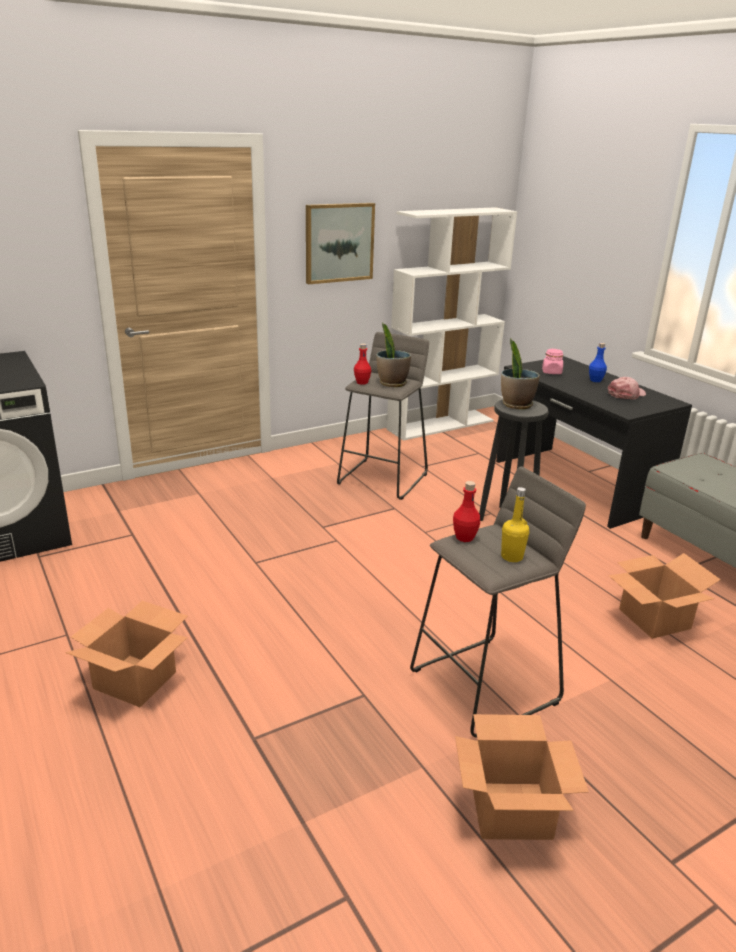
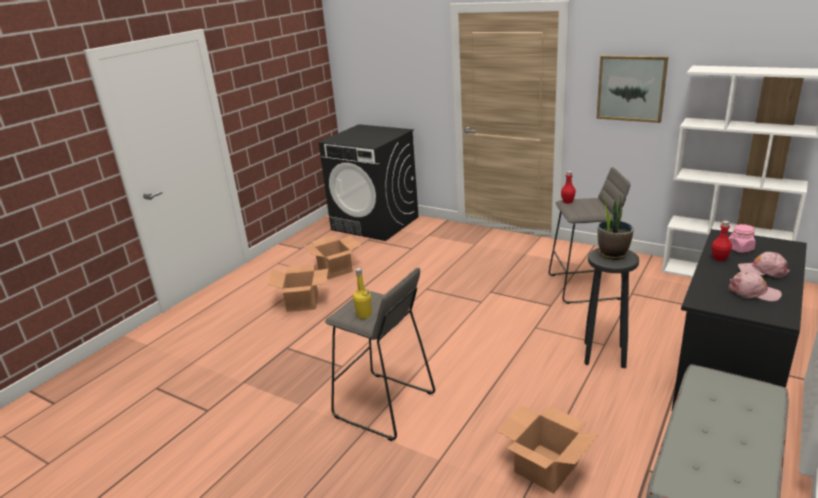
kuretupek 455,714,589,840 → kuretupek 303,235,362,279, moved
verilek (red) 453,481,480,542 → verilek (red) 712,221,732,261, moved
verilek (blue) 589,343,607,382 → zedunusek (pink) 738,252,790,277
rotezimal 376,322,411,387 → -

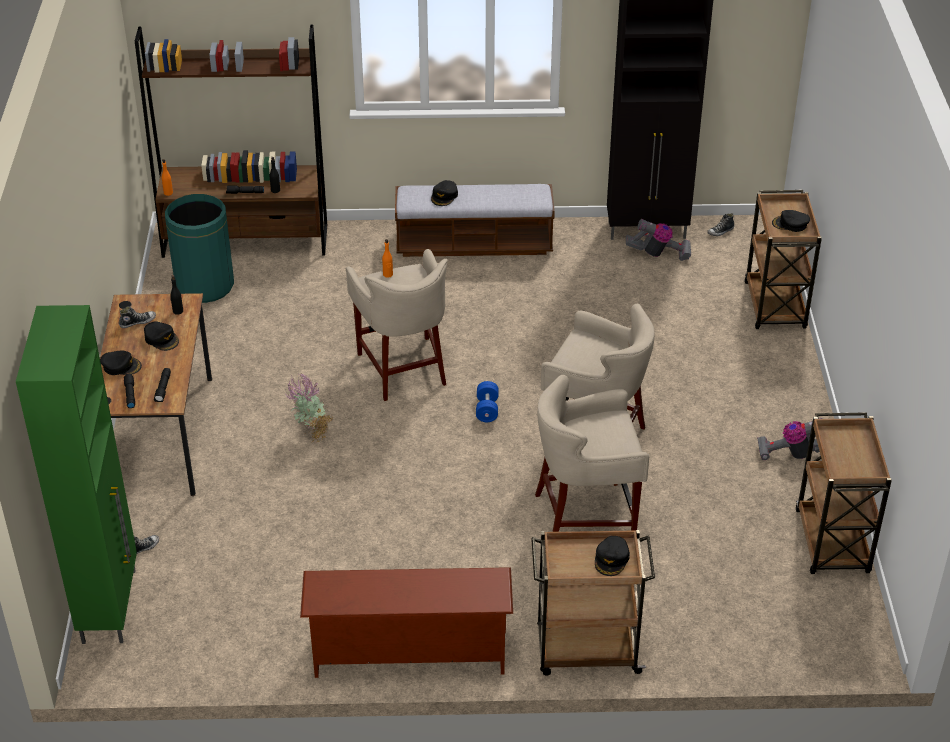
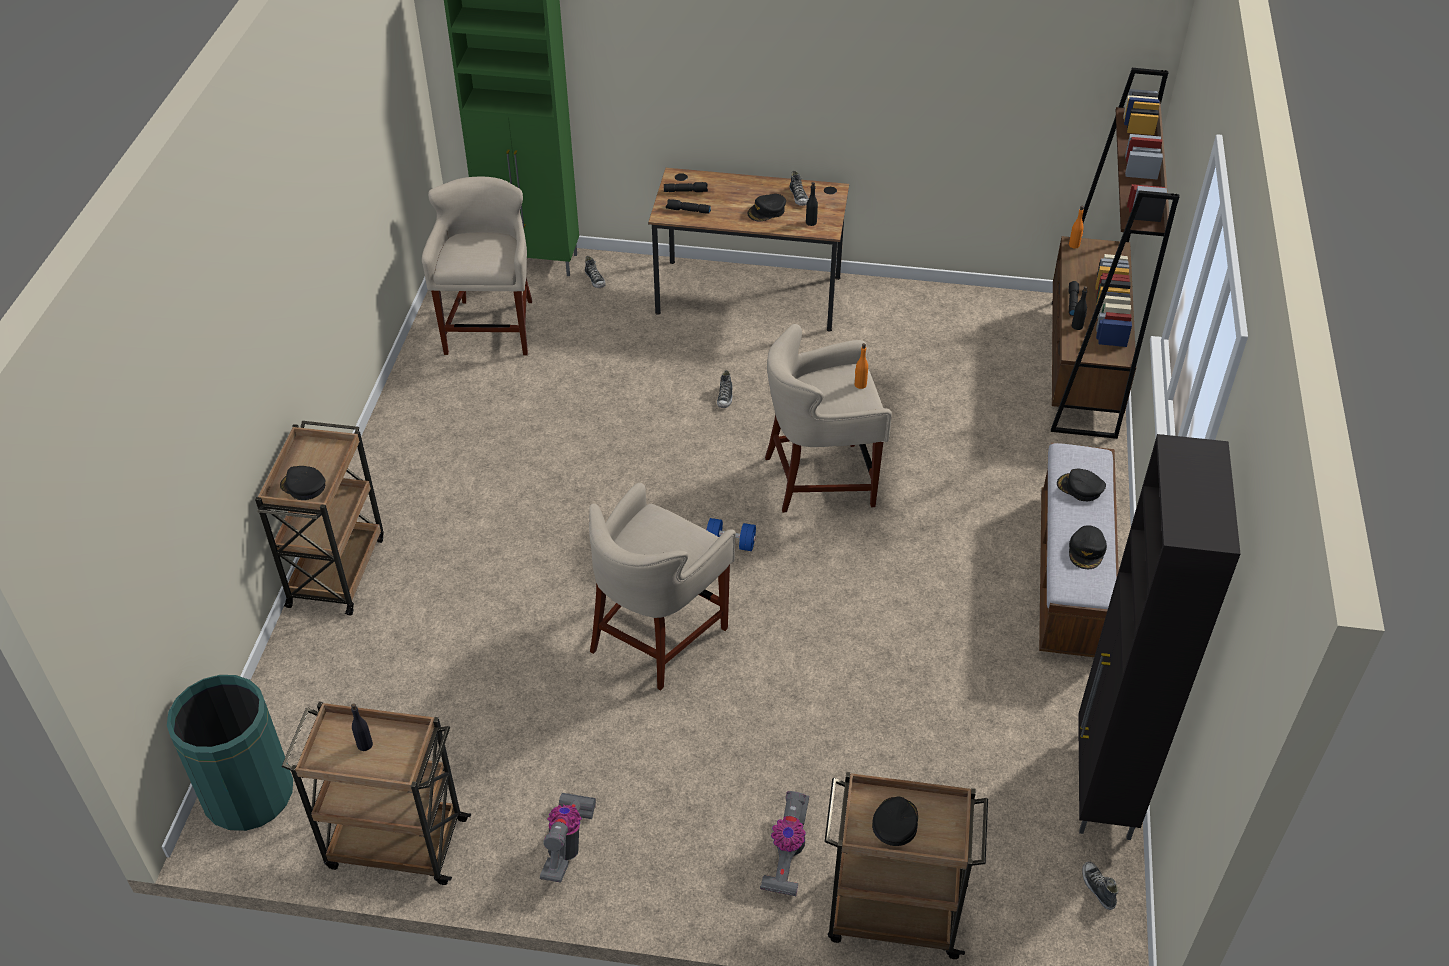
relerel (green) 165,194,234,303 → relerel (green) 167,675,293,831, moved
- → verilek (black) 351,703,373,751
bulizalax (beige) 535,375,649,532 → bulizalax (beige) 422,177,532,356, moved
rotezimal 284,374,333,442 → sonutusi 717,370,733,408
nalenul 626,219,691,261 → nalenul 760,791,809,896, moved
zedunusek (black) 100,350,142,375 → zedunusek (black) 1069,525,1107,569, moved
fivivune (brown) 300,567,513,678 → -

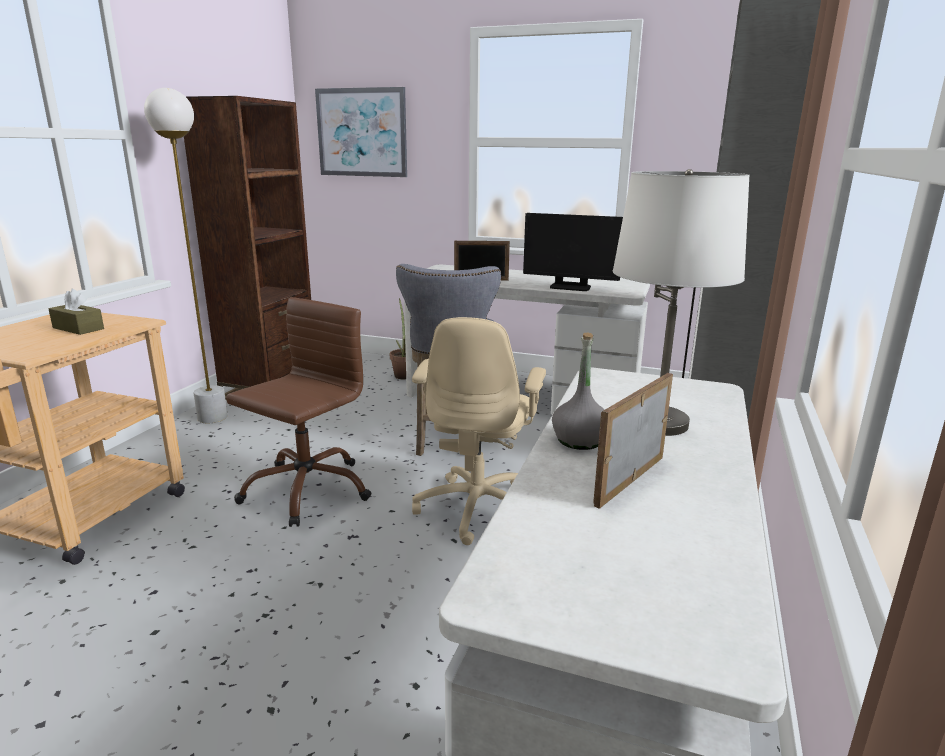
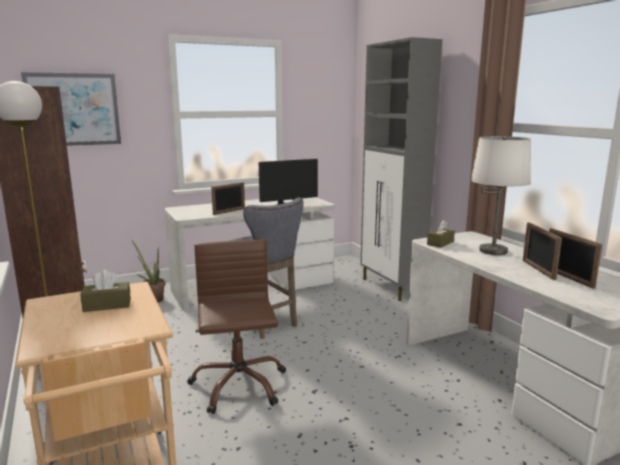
- → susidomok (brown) 427,220,455,248
- → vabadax 549,228,602,289
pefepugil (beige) 412,317,546,545 → -
verilek (grey) 552,332,605,450 → -

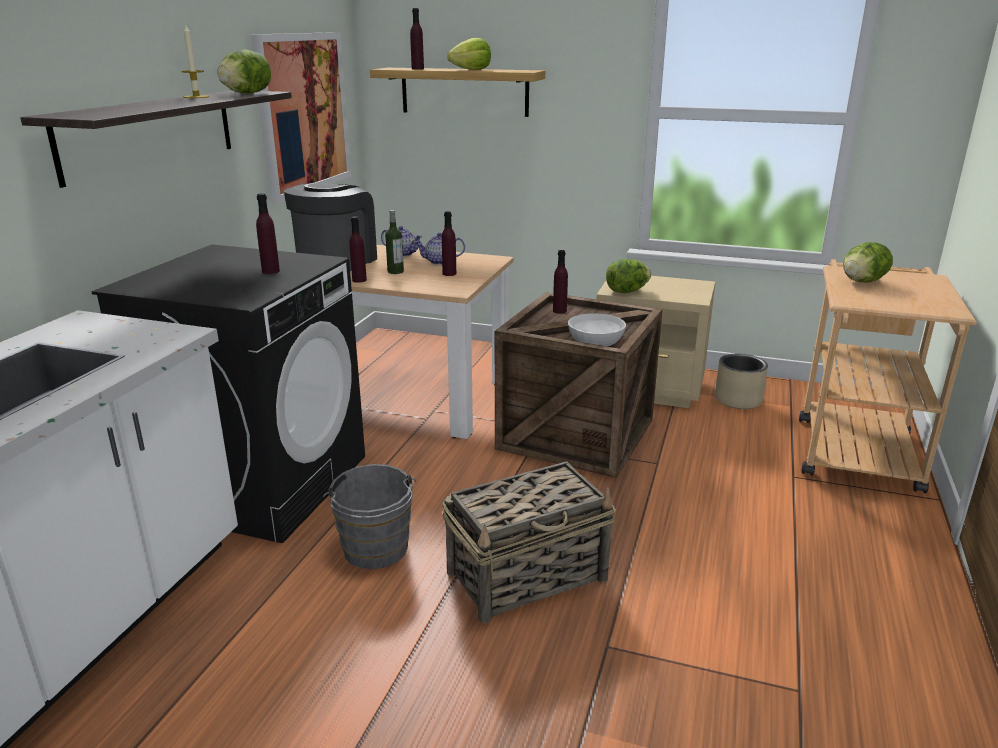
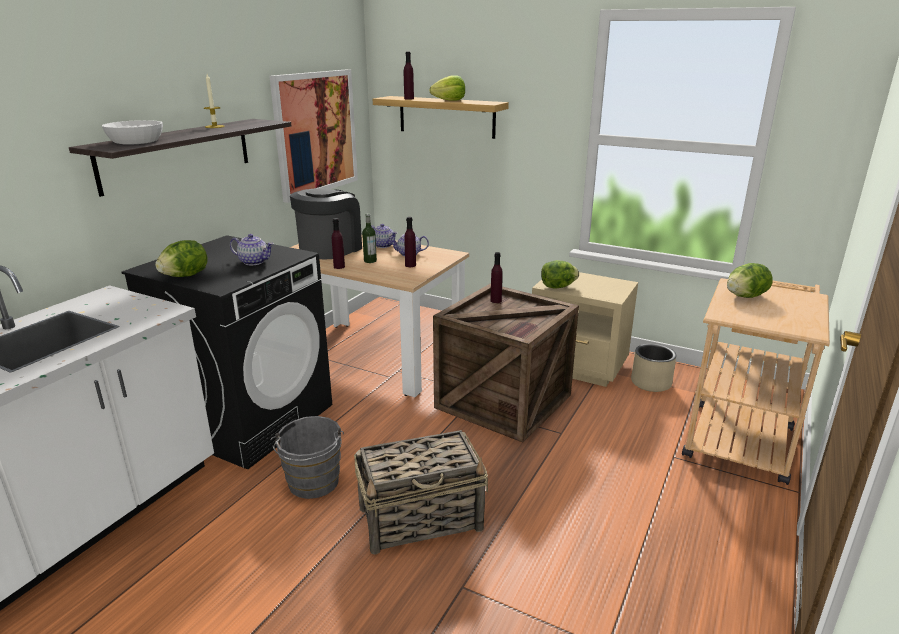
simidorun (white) 568,313,626,346 → simidorun (white) 102,120,163,145, moved
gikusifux 217,50,271,94 → gikusifux 155,240,208,277, moved
verilek (purple) 256,193,280,274 → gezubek 230,234,274,265

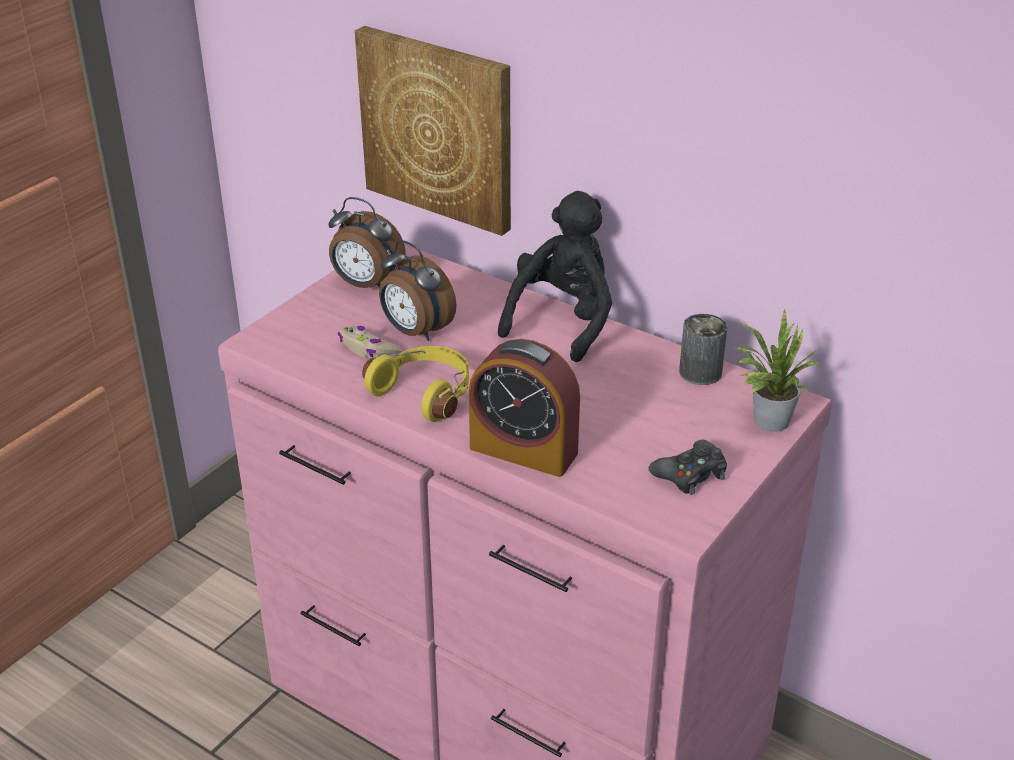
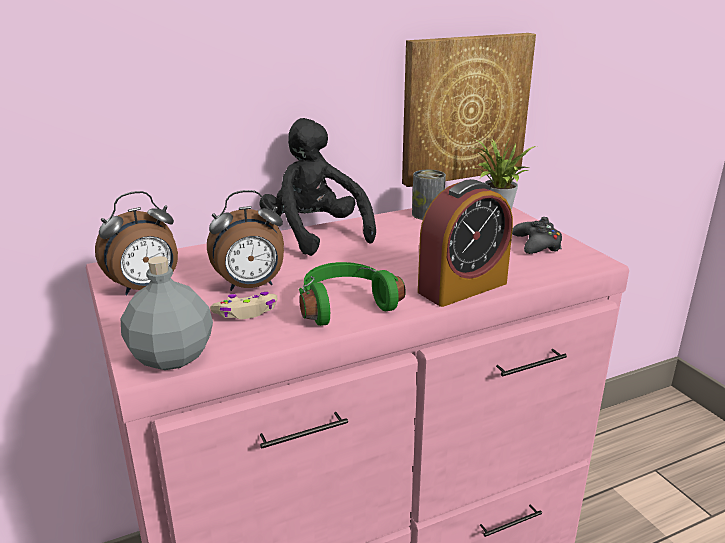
- → verilek (grey) 121,256,213,370
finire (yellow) 362,346,469,422 → finire (green) 299,262,406,326
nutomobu 355,26,511,236 → nutomobu 402,33,536,187, moved

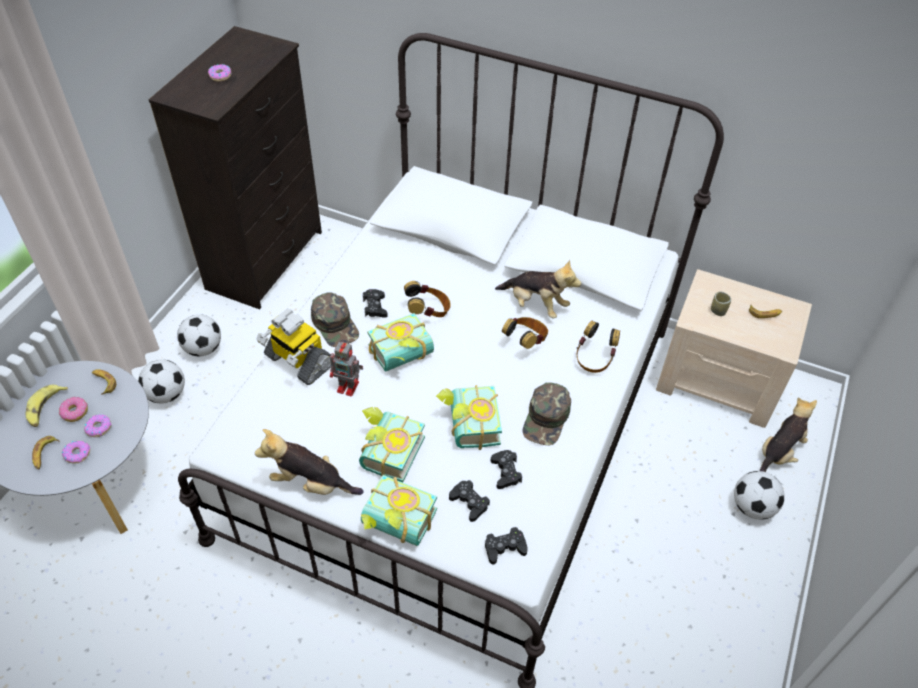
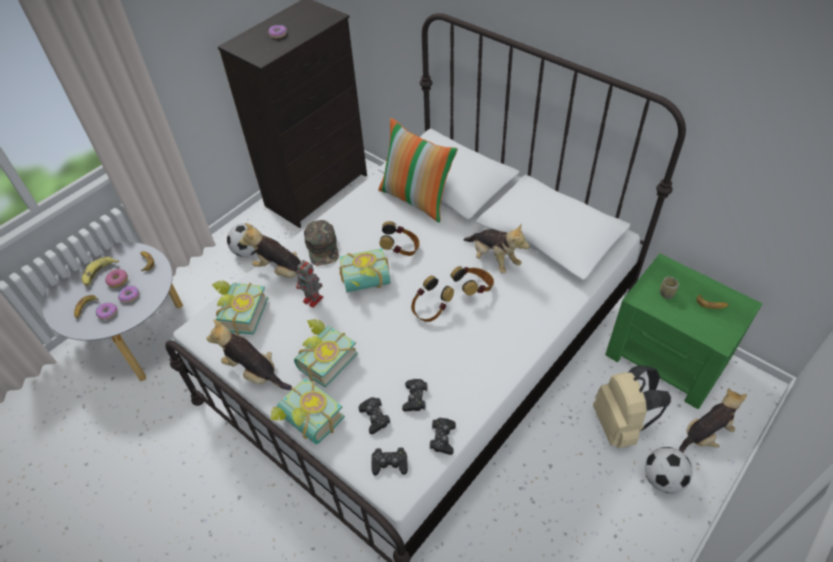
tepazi 436,385,502,450 → tepazi 212,280,268,335, moved
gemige 256,309,331,385 → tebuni 239,223,319,281
- → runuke 378,118,458,223
finire 577,320,620,373 → finire 411,275,454,322, moved
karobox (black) 363,289,388,318 → karobox (black) 430,418,456,455, moved
- → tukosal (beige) 593,365,671,448
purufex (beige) 656,269,812,428 → purufex (green) 605,254,762,409
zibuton 138,359,185,403 → -
zedunusek (green) 523,382,571,445 → -

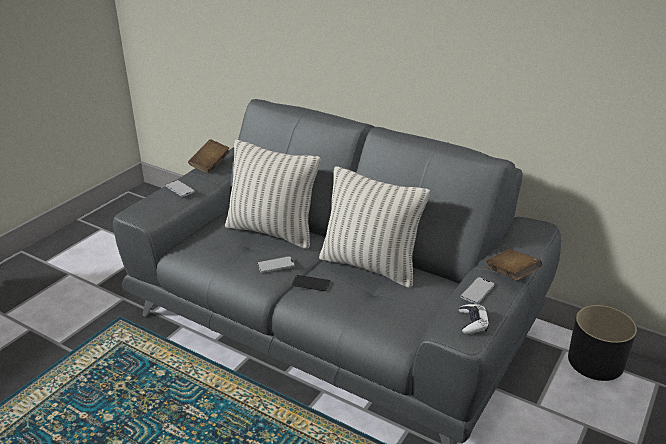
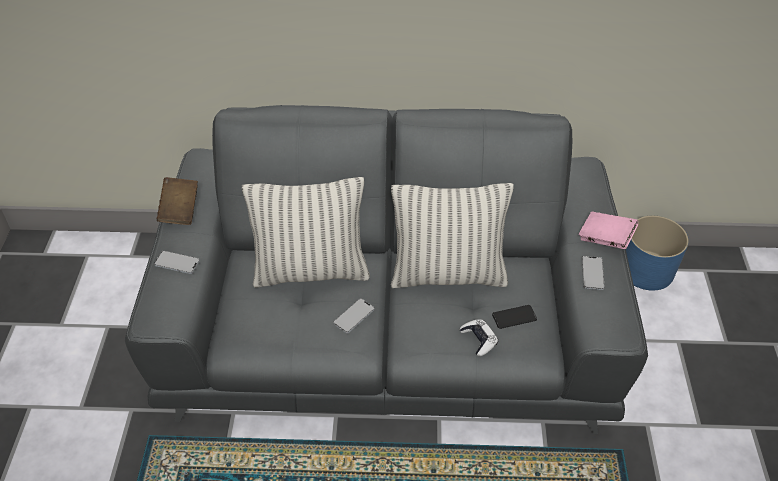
karobox (white) 459,304,489,334 → karobox (white) 460,319,498,356, moved
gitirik 292,275,331,291 → gitirik 492,305,537,329, moved
tepazi (brown) 486,249,542,280 → tepazi (pink) 579,211,638,249
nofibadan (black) 568,305,637,381 → nofibadan (blue) 626,216,689,290

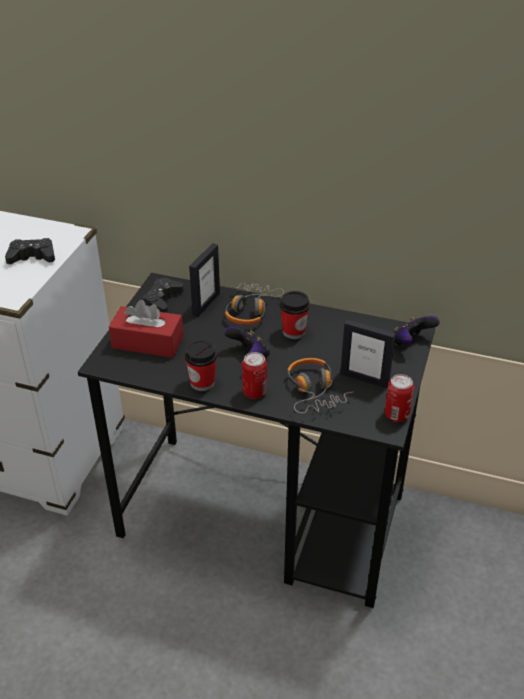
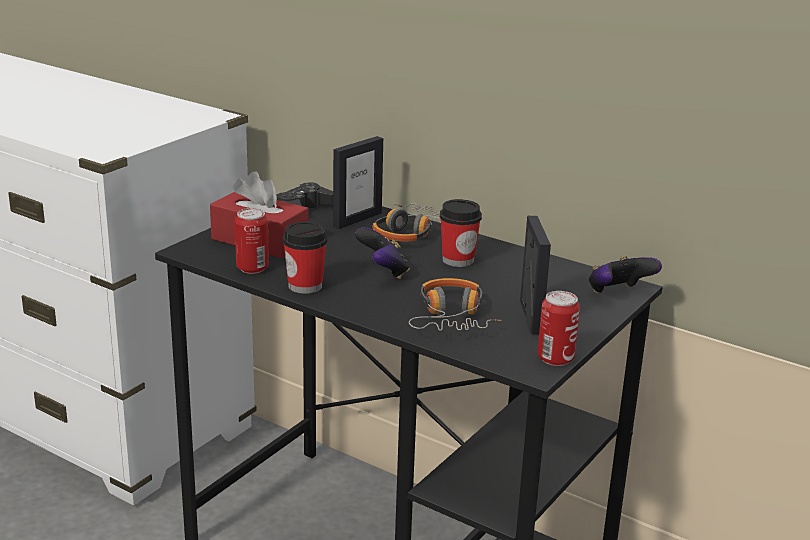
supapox 242,352,267,399 → supapox 235,208,269,274, moved
vabadax 340,319,396,388 → vabadax 520,216,551,334, 135 degrees counterclockwise
karobox (black) 5,238,55,264 → -

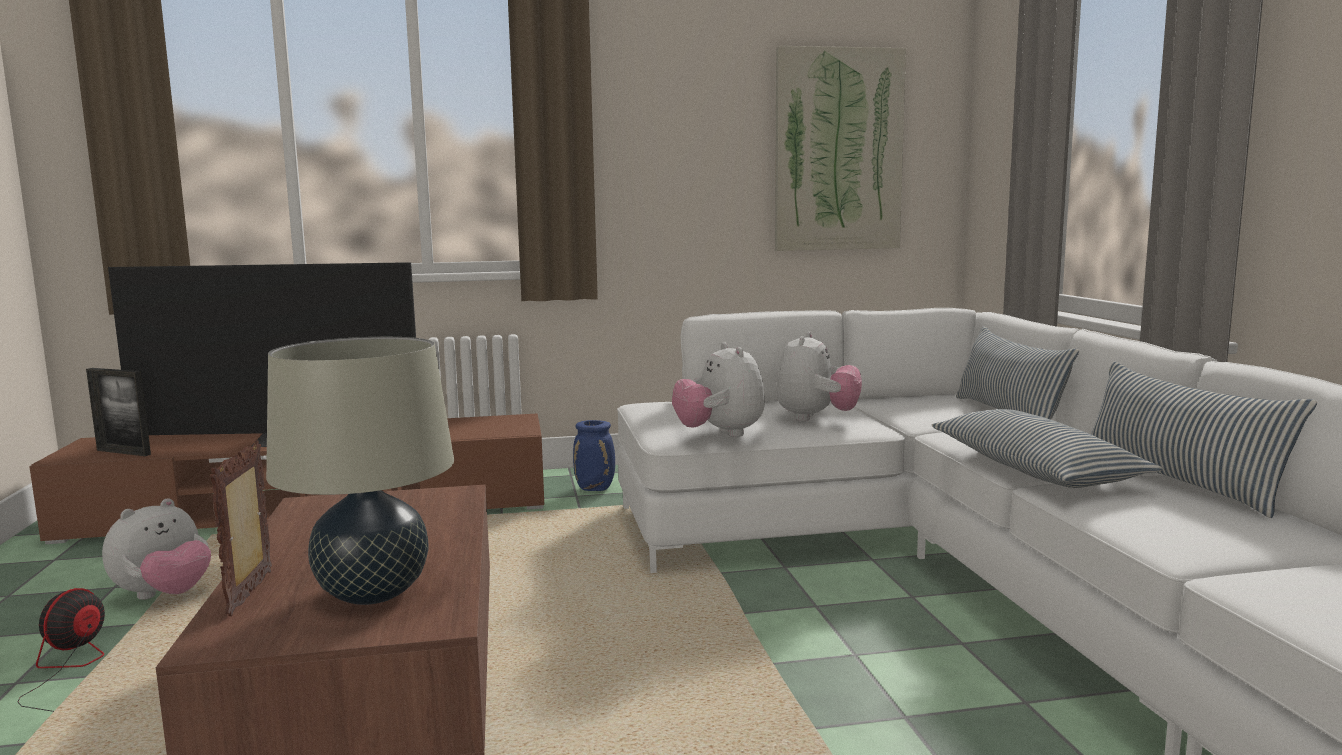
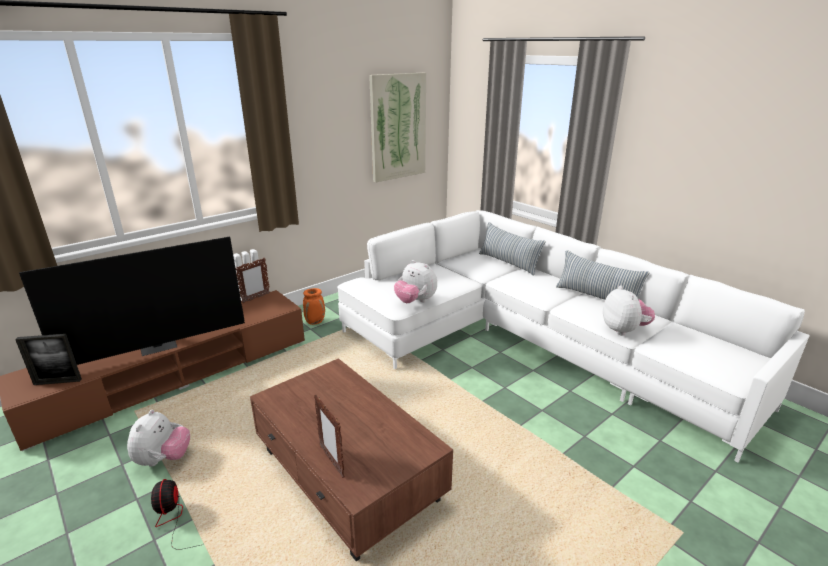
- → vabadax 236,258,270,303
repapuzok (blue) 573,420,615,491 → repapuzok (orange) 303,288,325,325
tebuni 776,332,862,421 → tebuni 603,285,655,336, moved
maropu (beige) 266,337,454,605 → -
runuke 931,409,1163,488 → -

